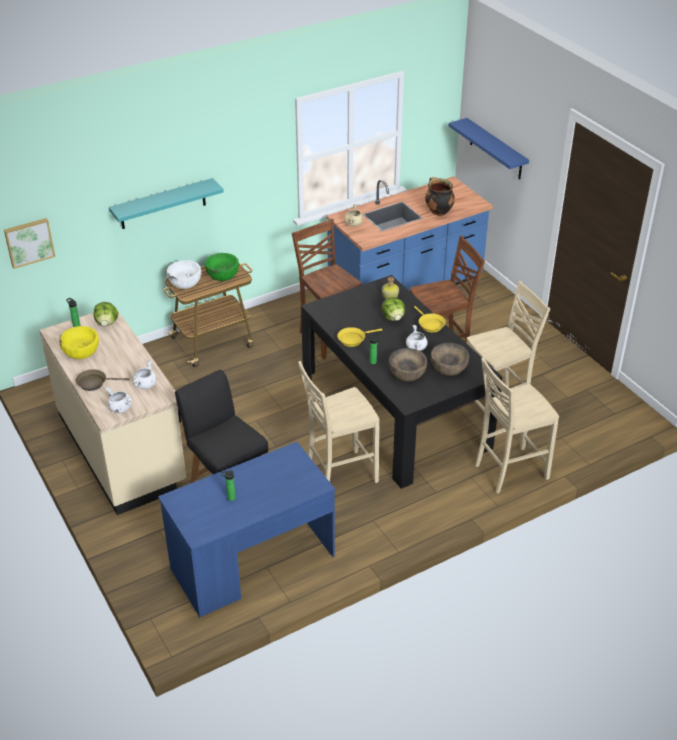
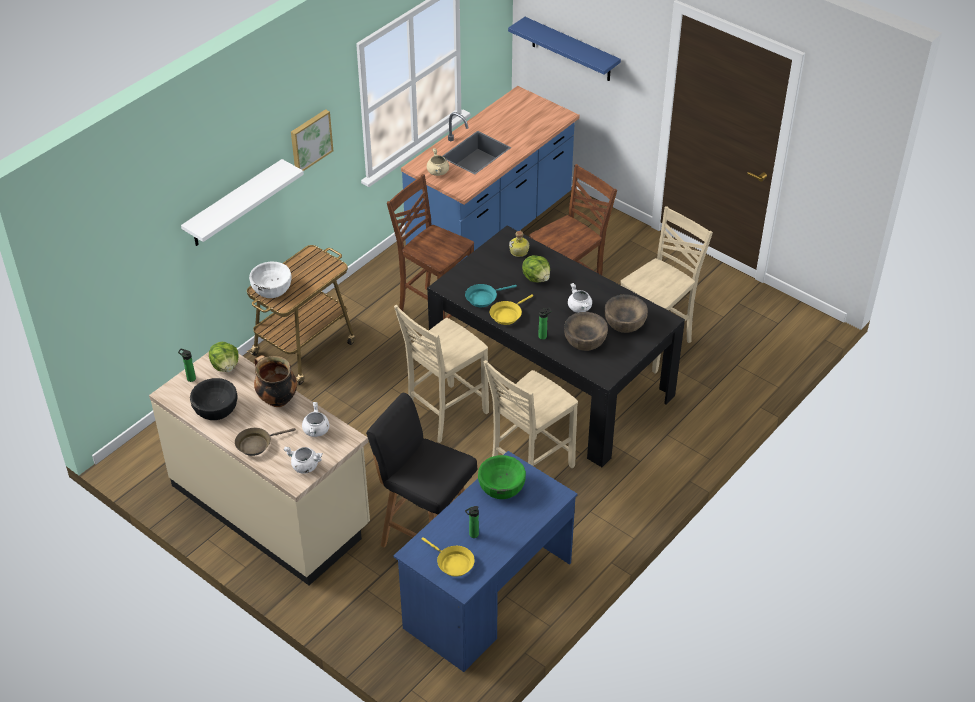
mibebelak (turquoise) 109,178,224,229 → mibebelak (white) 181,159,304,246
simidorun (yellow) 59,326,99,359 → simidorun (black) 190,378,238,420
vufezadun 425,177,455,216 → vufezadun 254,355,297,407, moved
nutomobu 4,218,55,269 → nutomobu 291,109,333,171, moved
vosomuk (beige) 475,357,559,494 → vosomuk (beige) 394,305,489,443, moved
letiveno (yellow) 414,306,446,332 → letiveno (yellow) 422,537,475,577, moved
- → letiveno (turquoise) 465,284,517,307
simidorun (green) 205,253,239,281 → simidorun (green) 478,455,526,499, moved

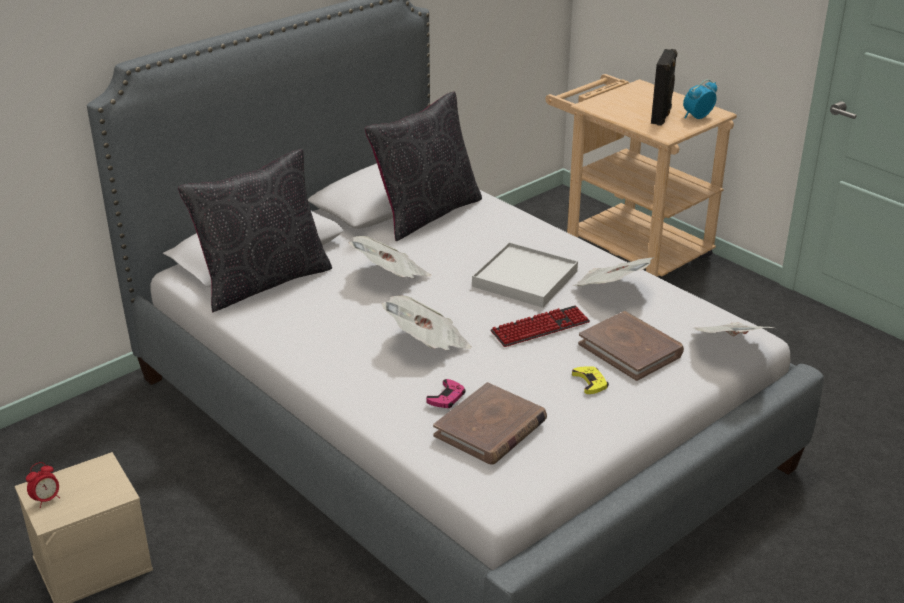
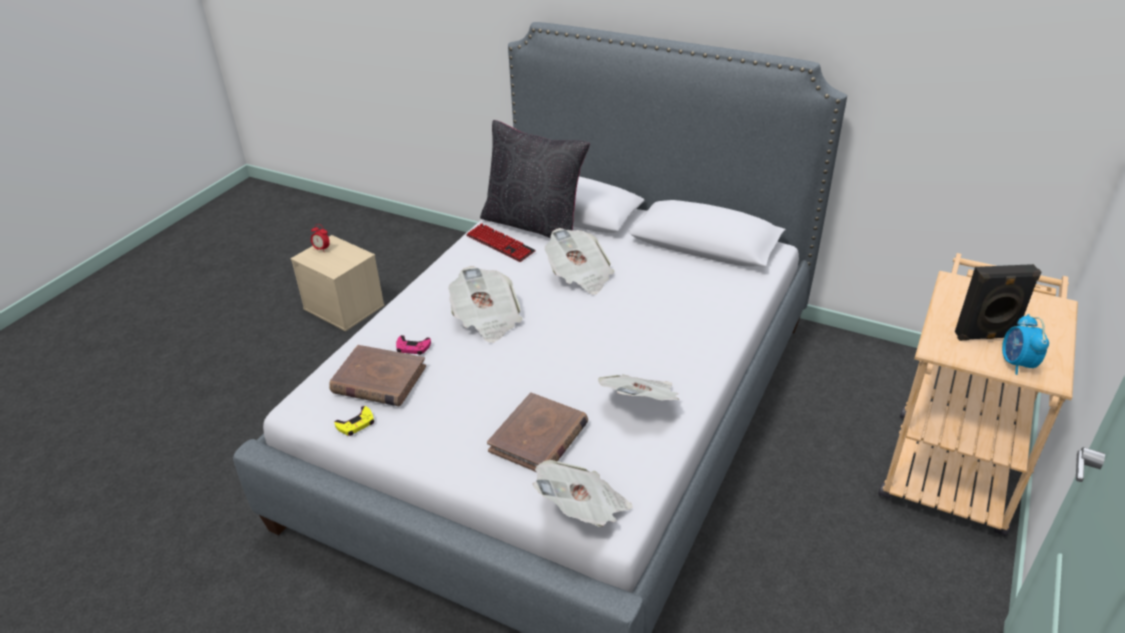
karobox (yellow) 572,366,609,394 → karobox (yellow) 334,406,374,436, moved
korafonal 491,305,590,347 → korafonal 466,223,536,262, moved
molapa 683,79,717,119 → molapa 1002,314,1049,375, 120 degrees counterclockwise
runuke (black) 365,91,482,241 → -
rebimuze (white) 472,242,578,308 → -

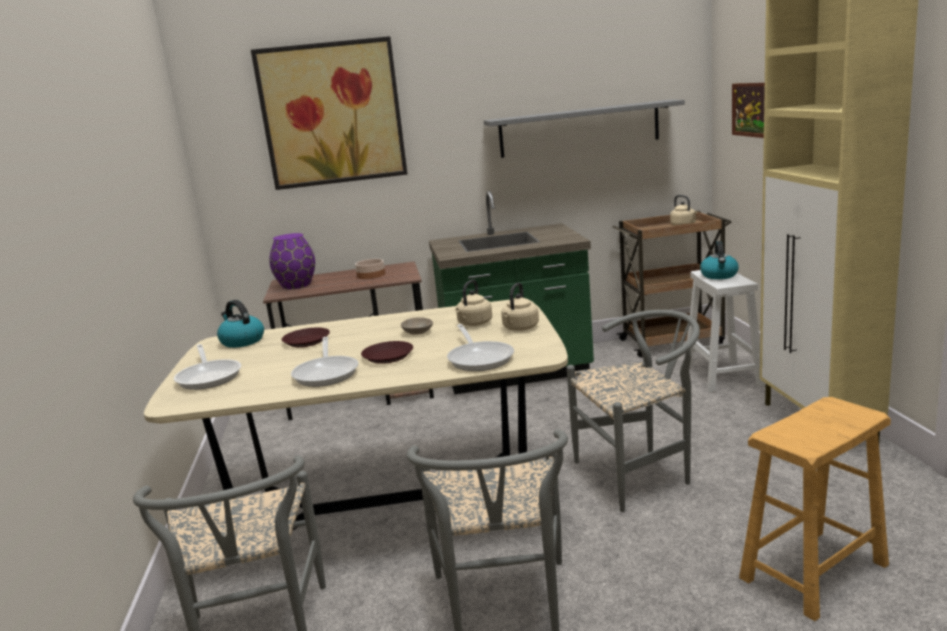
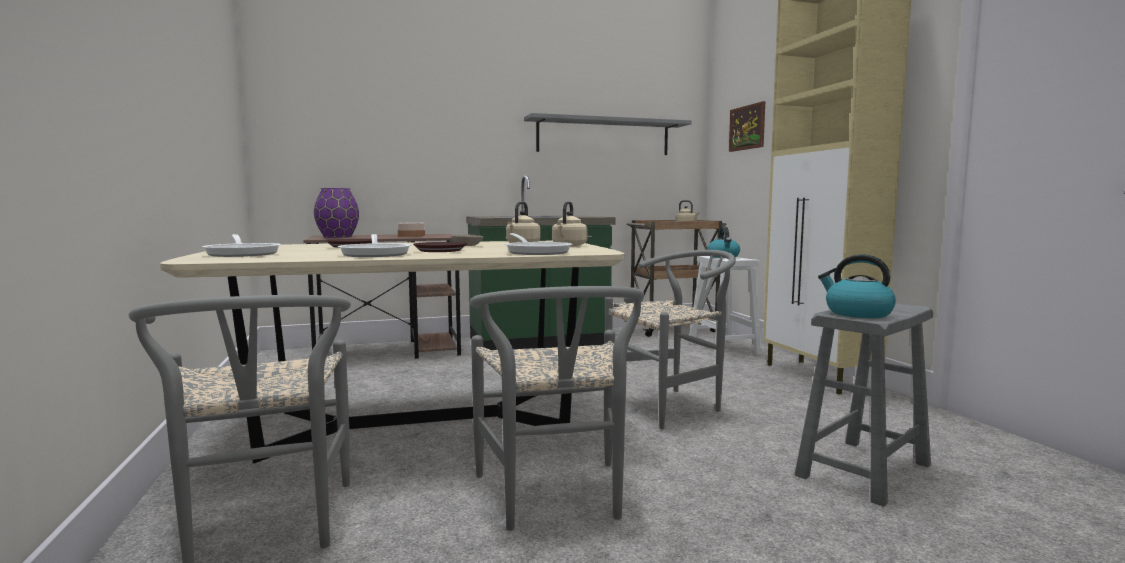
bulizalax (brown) 739,397,891,621 → bulizalax (grey) 795,303,933,507
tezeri 217,300,264,348 → tezeri 818,254,896,318, moved
nutomobu 251,36,407,190 → -

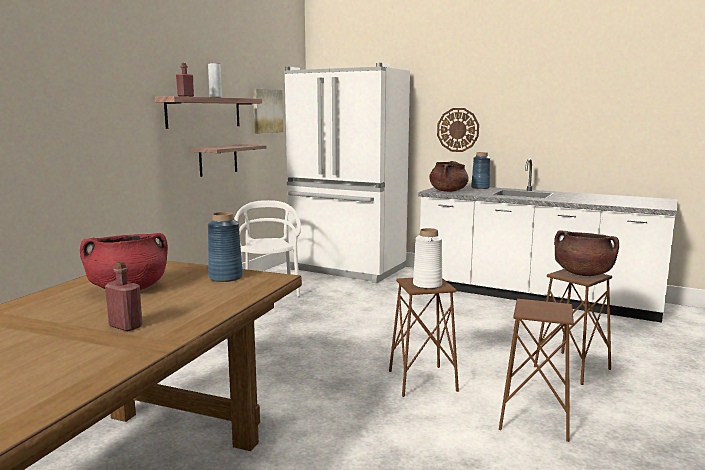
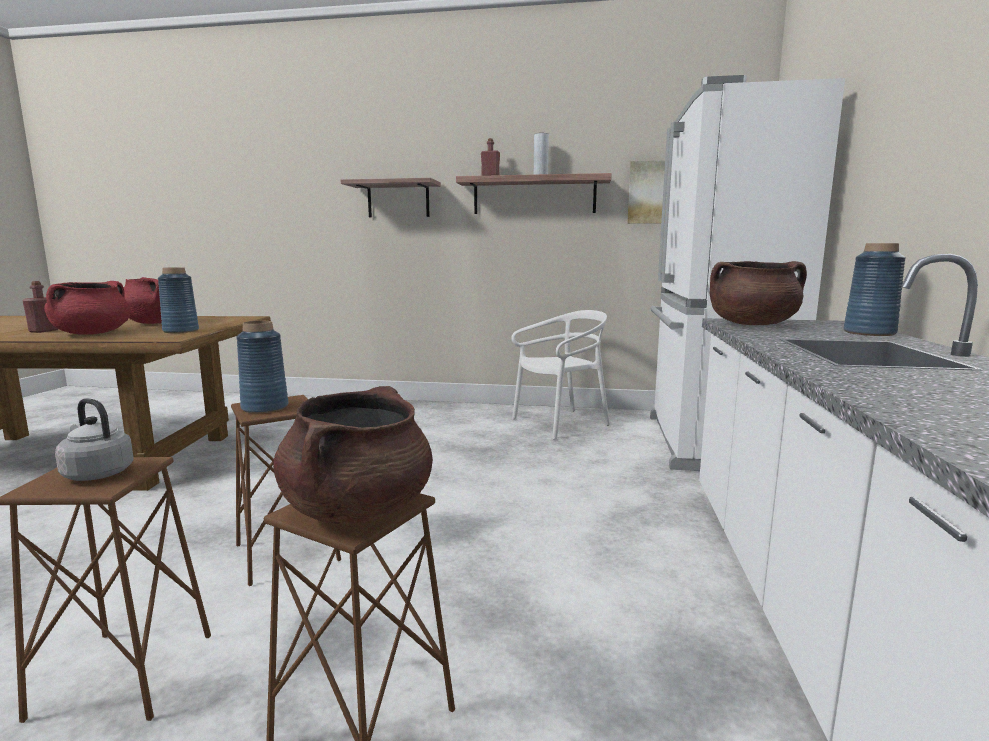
- → vufezadun (red) 44,281,130,335
- → tezeri (grey) 55,398,133,481
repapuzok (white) 413,228,442,289 → repapuzok (blue) 236,321,288,413
mibebelak 191,144,266,177 → mibebelak 341,178,441,217, moved
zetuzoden 437,108,479,152 → -

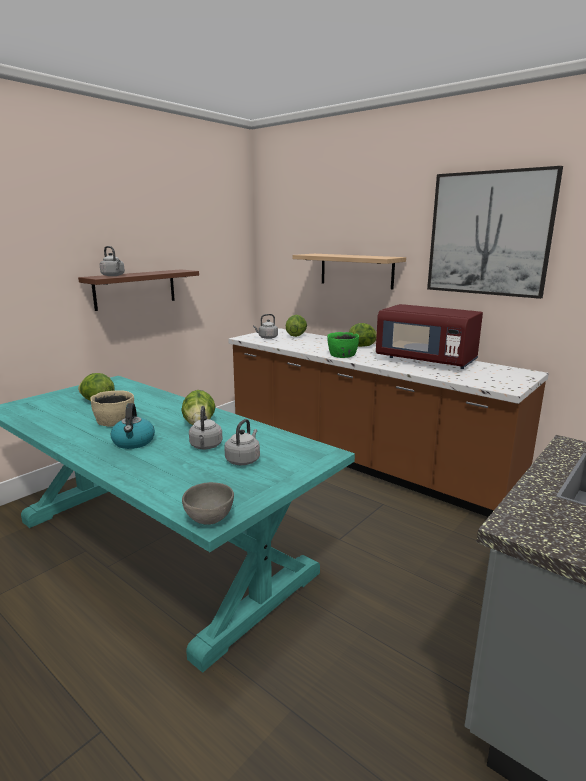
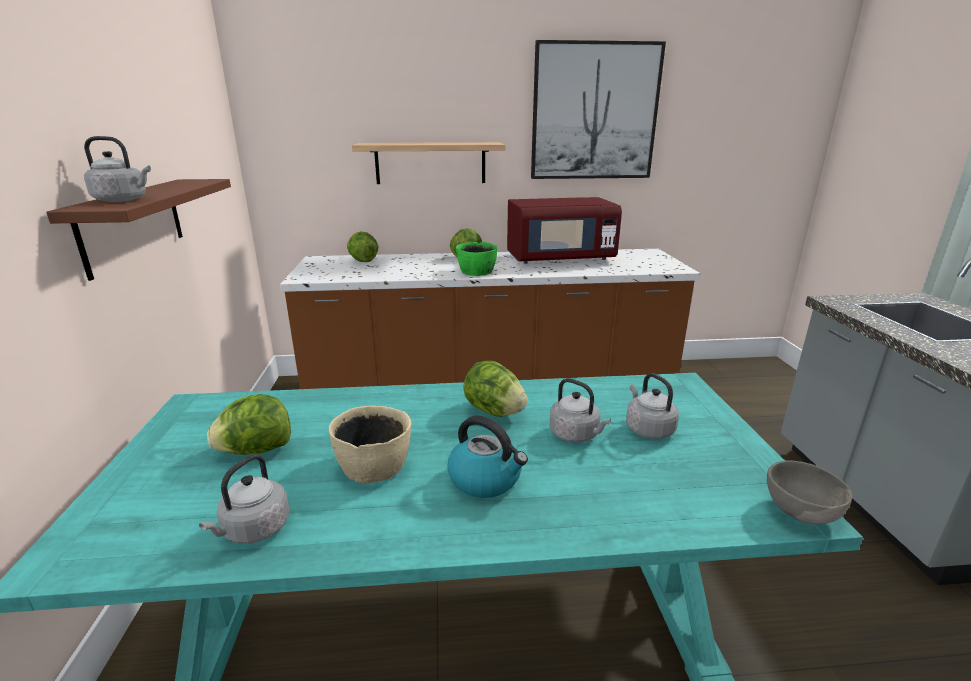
tezeri (grey) 253,314,278,339 → tezeri (grey) 199,454,289,544, moved

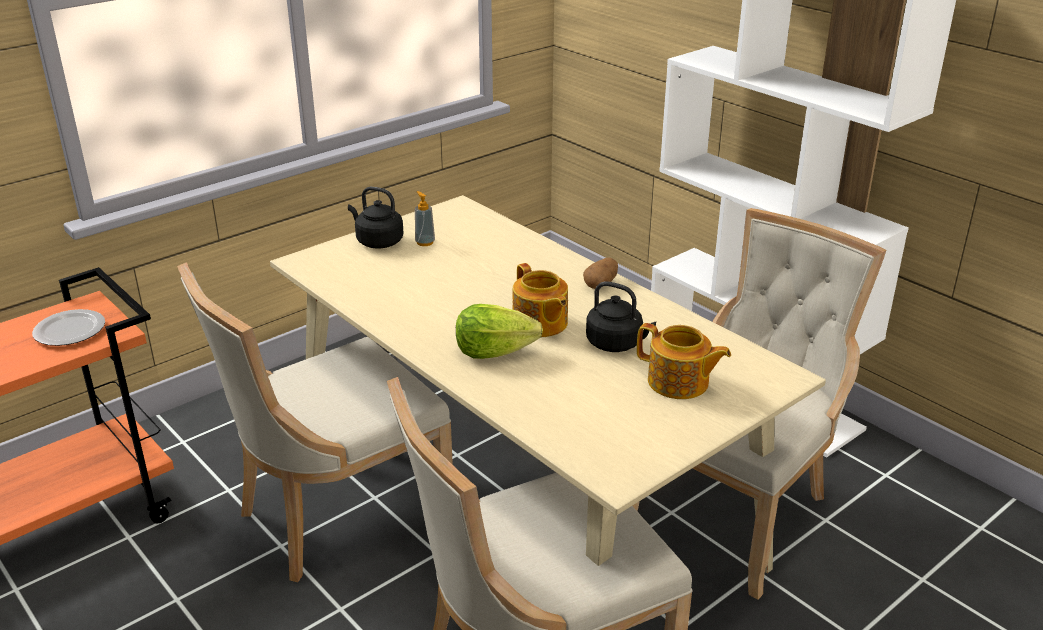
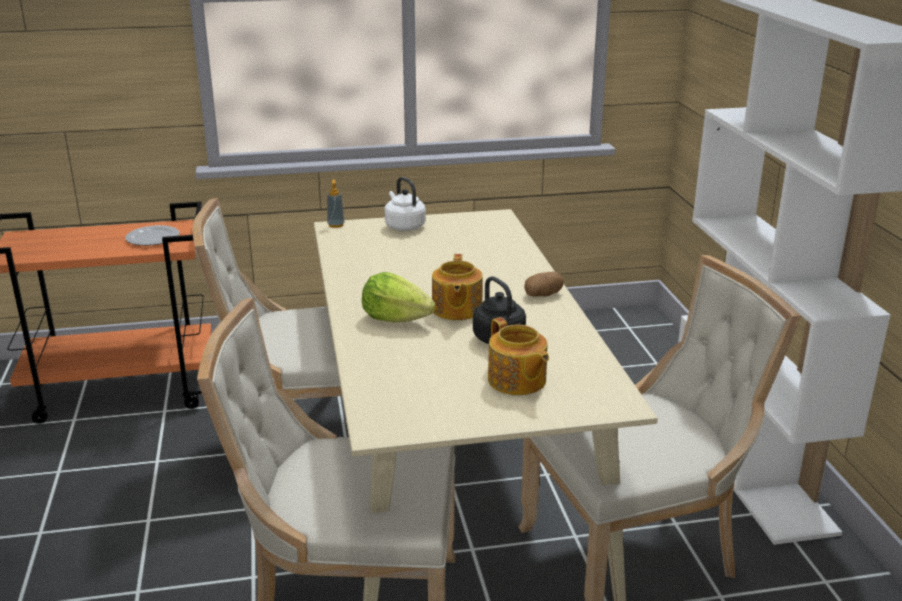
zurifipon 415,191,435,246 → zurifipon 327,179,345,228, moved
tezeri (black) 348,187,404,248 → tezeri (white) 385,177,426,231

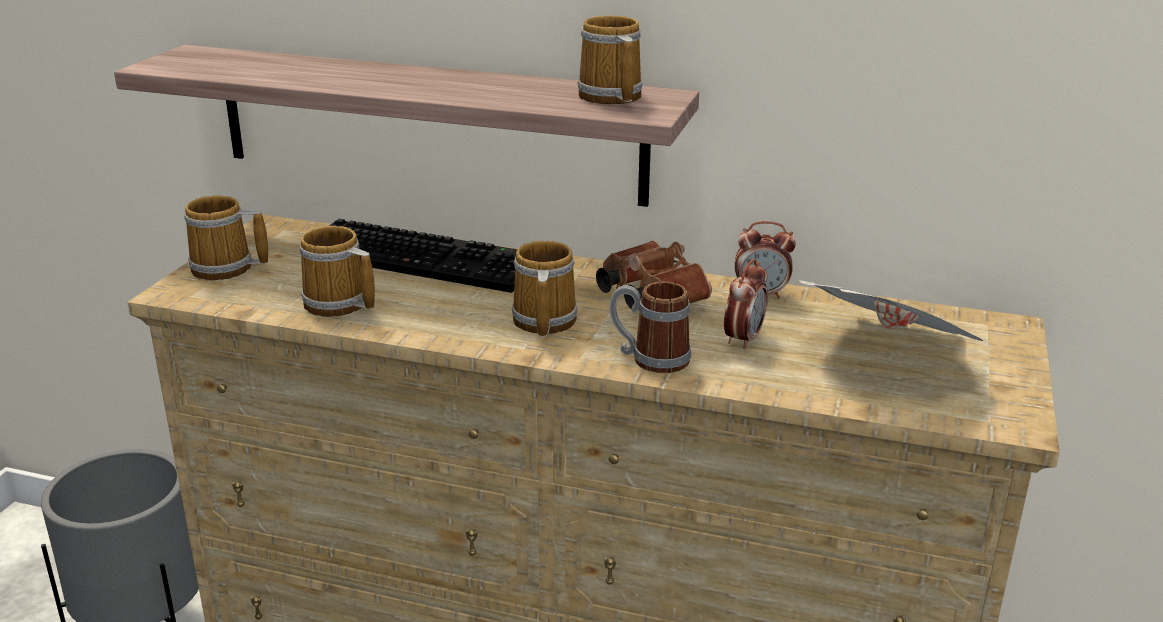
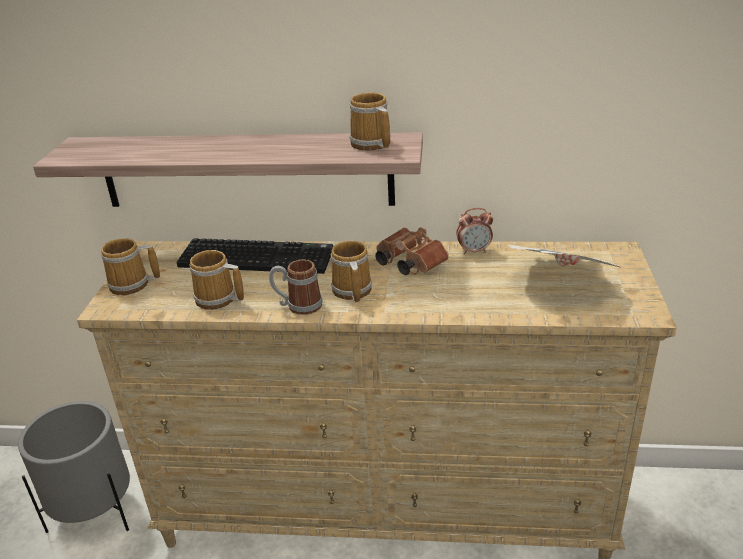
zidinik 609,282,691,373 → zidinik 269,259,323,315, moved
molapa 724,259,768,349 → -

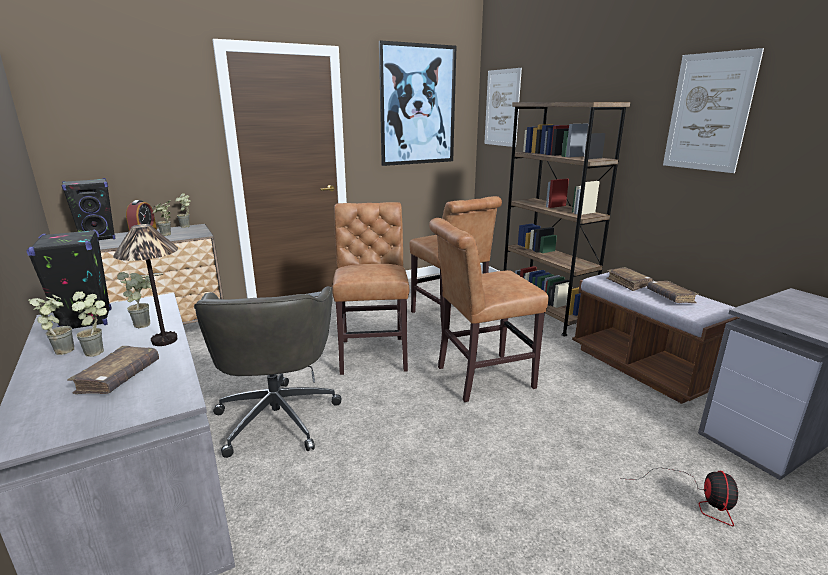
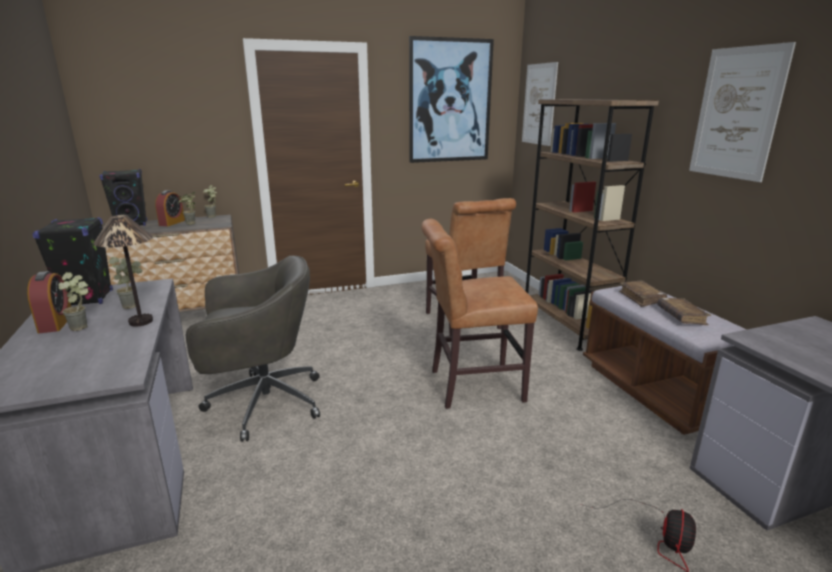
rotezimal 29,295,74,355 → molapa 27,271,71,333
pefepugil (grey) 194,286,341,458 → pefepugil (grey) 186,256,320,442, 105 degrees counterclockwise
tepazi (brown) 67,346,159,394 → -
vosomuk (brown) 332,202,409,375 → -

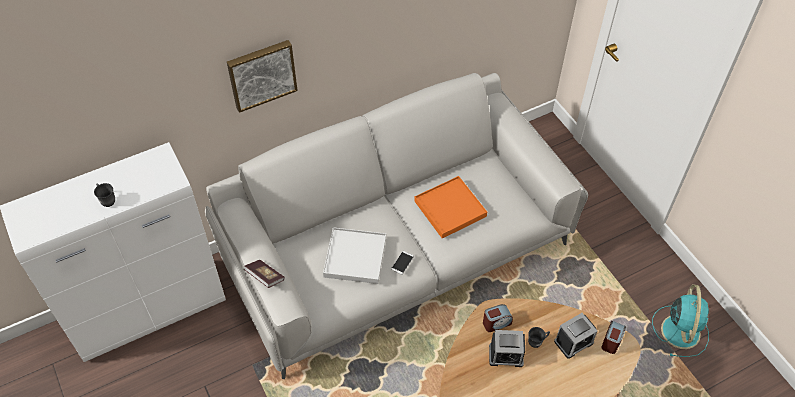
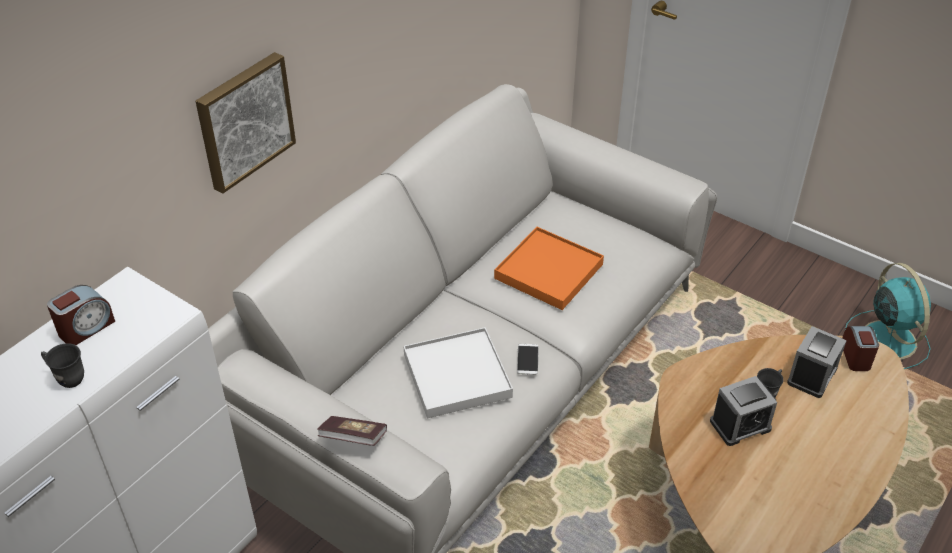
molapa 483,304,513,332 → molapa 47,285,115,345, moved

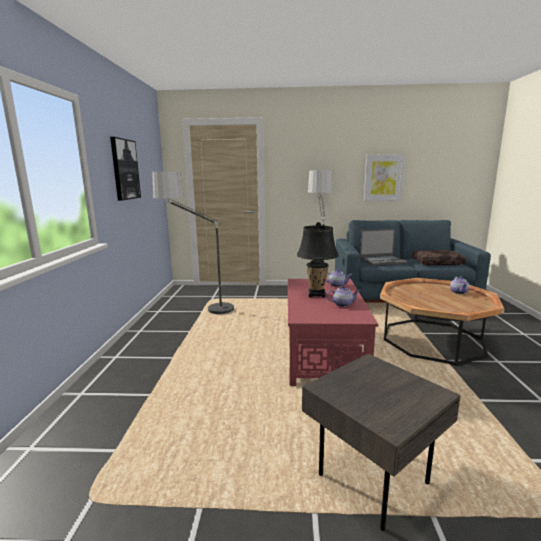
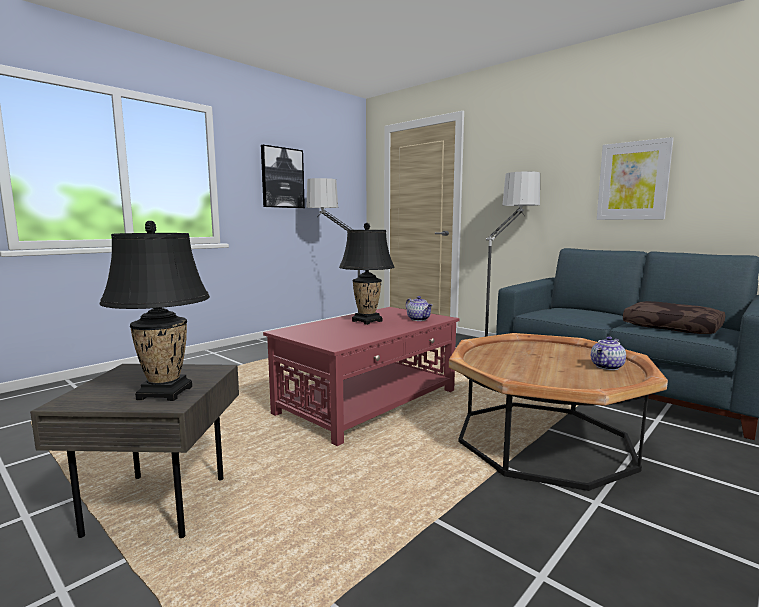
- → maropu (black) 99,221,210,401
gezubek 327,286,360,307 → -
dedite 360,229,408,266 → -

